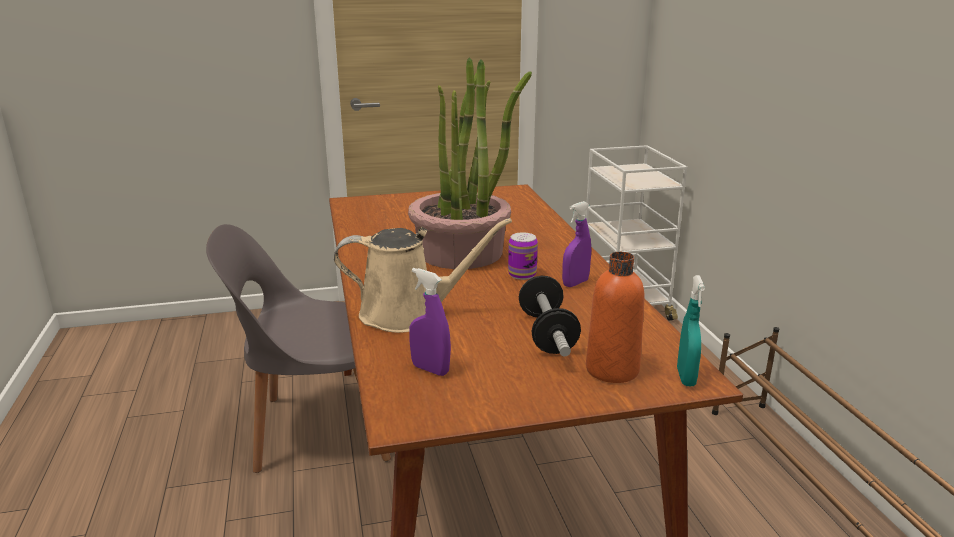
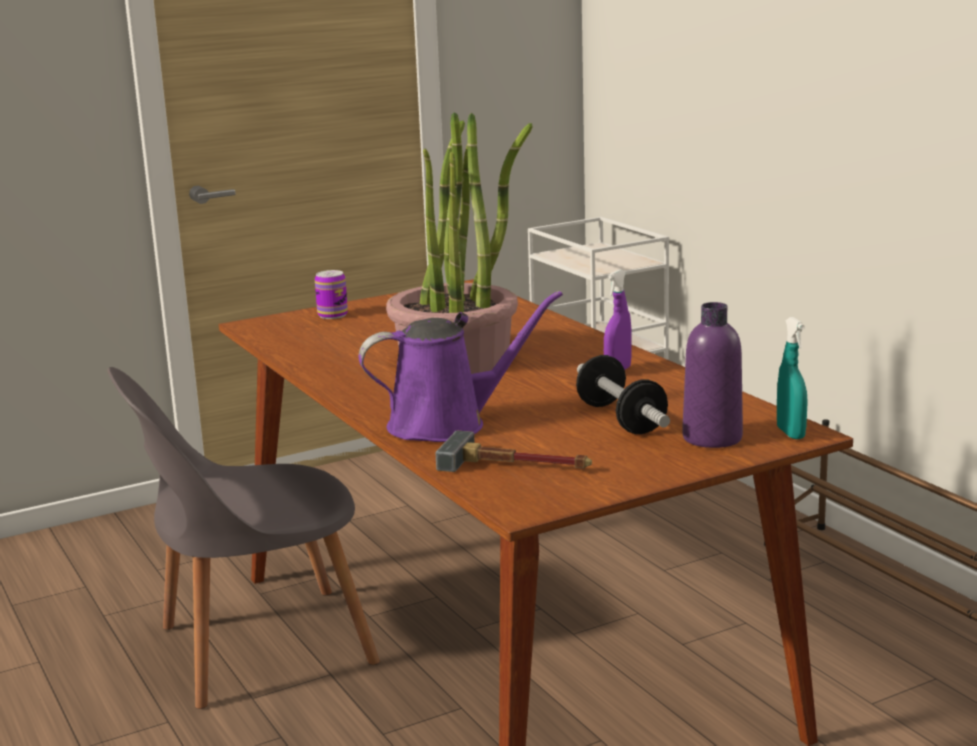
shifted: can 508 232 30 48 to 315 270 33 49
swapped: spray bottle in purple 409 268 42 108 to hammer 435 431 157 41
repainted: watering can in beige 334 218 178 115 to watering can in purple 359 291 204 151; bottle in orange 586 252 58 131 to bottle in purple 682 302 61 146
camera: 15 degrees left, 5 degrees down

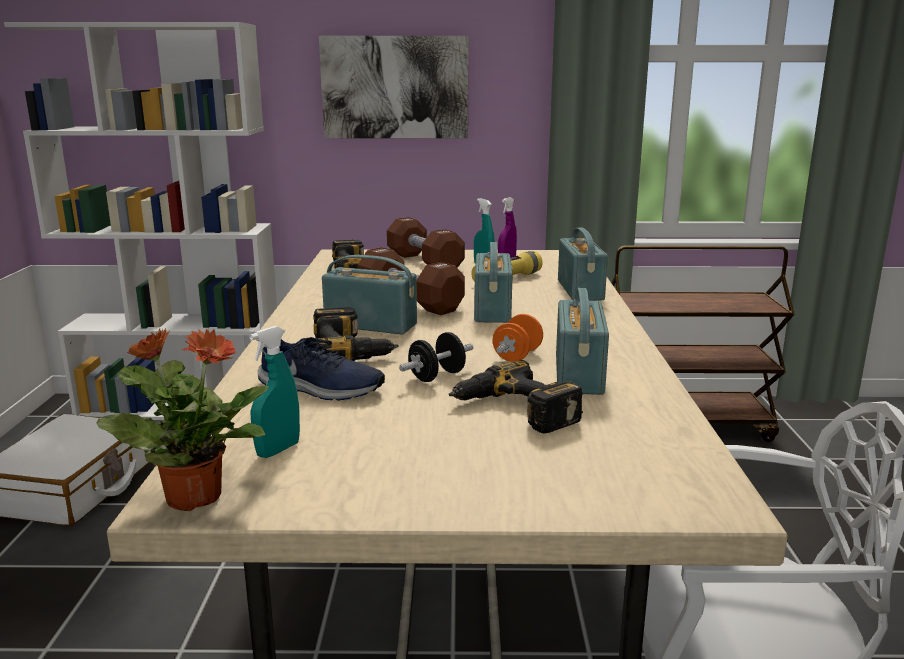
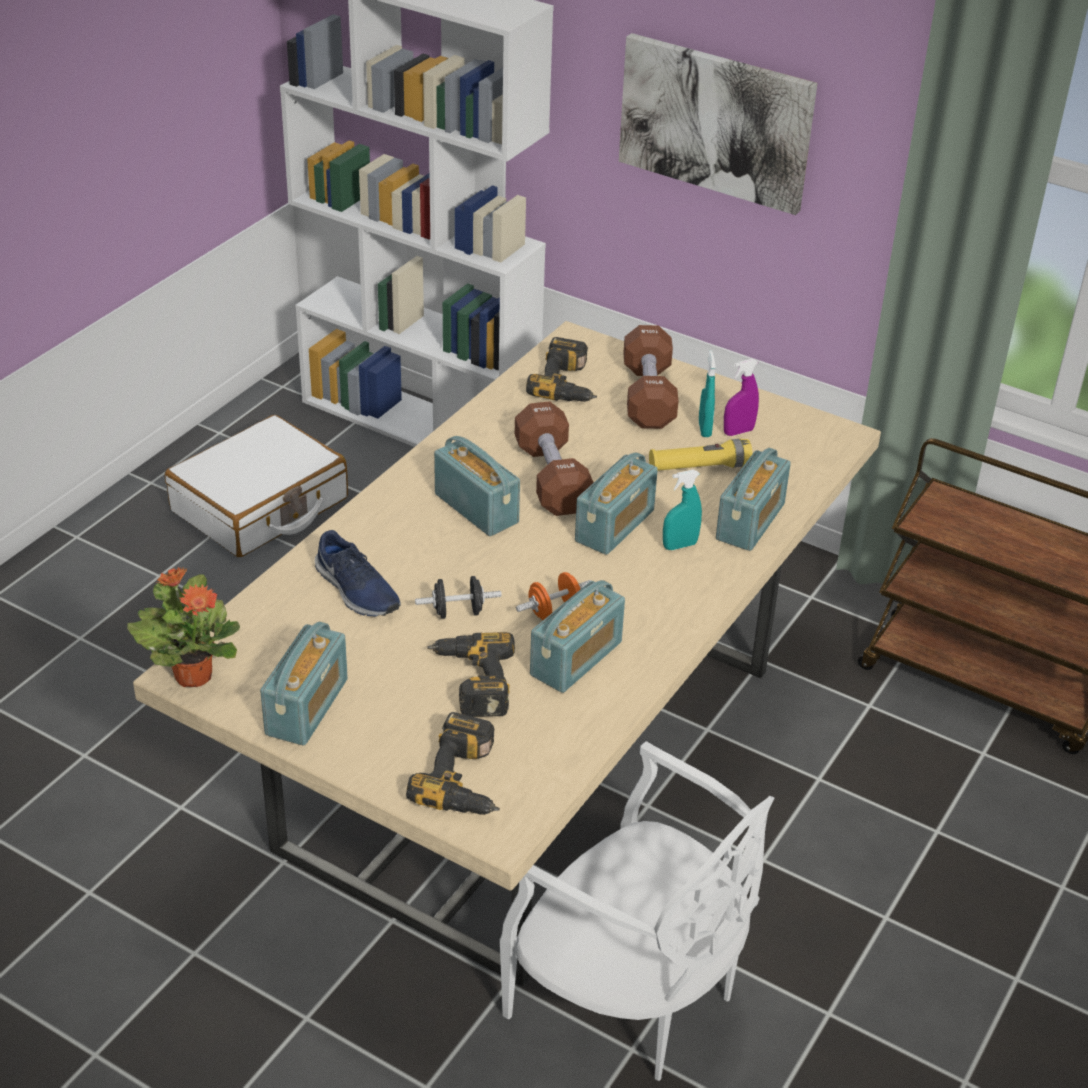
new: radio 260 622 88 124
shifted: spray bottle in turquoise 249 326 51 132 to 663 469 39 81; power drill 313 307 85 54 to 406 712 94 103
camera: 30 degrees right, 20 degrees up

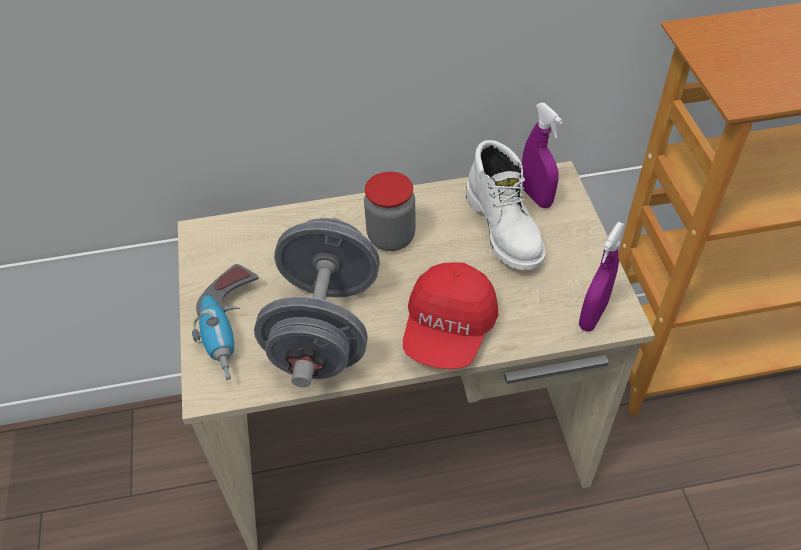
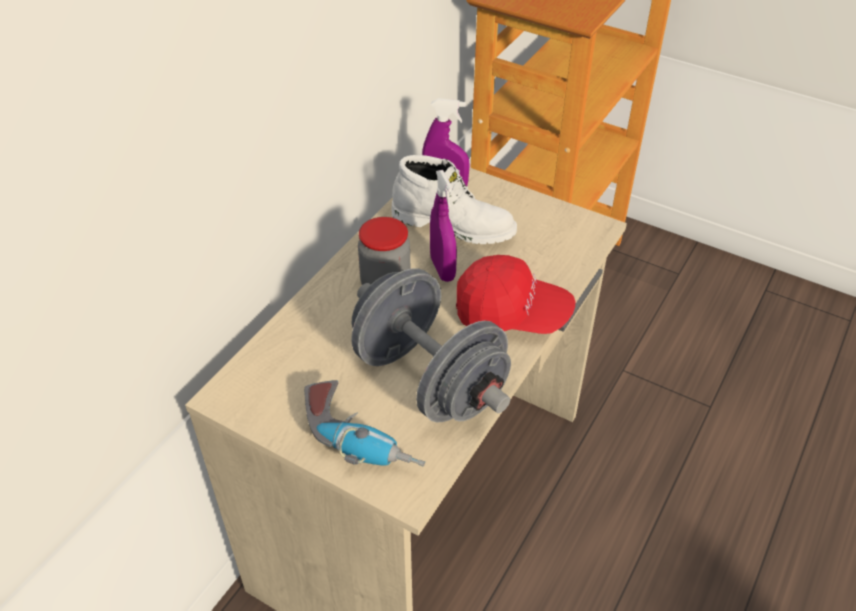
shifted: spray bottle in purple 579 222 46 110 to 430 170 27 112
rotated: cap in red 403 263 95 106 = 456 255 119 79 45 degrees counterclockwise
camera: 50 degrees left, 5 degrees down

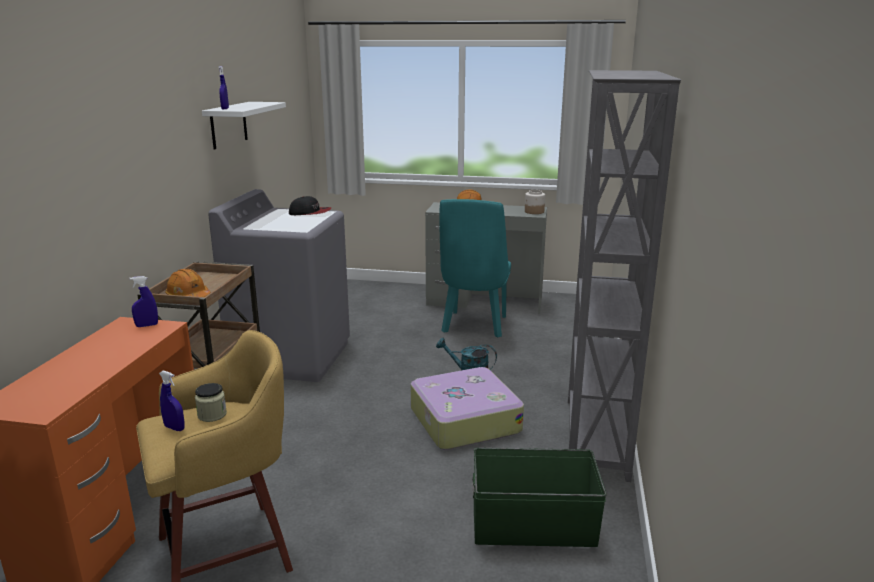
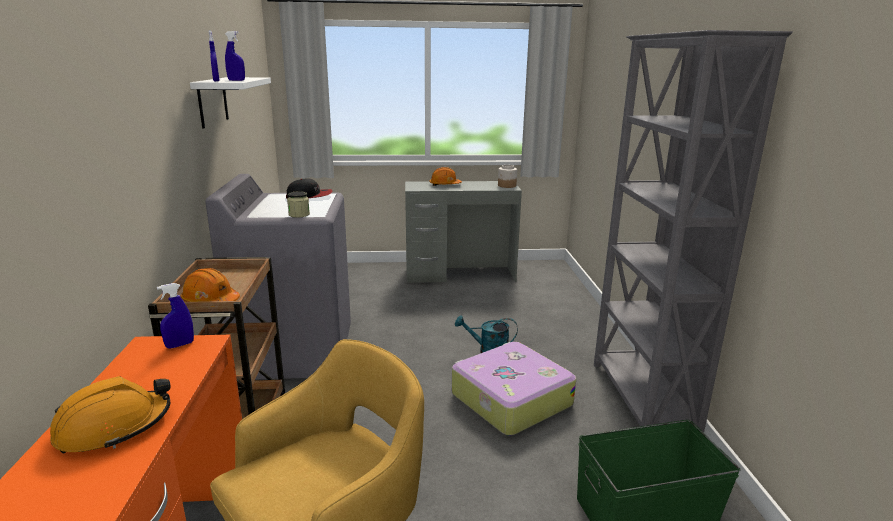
gone: chair in turquoise 439 199 72 138
new: hard hat in orange 50 376 121 78
shifted: spray bottle in blue 159 370 26 61 to 225 31 20 50; jar 195 383 32 39 to 287 191 23 27
camera: 15 degrees left, 0 degrees up

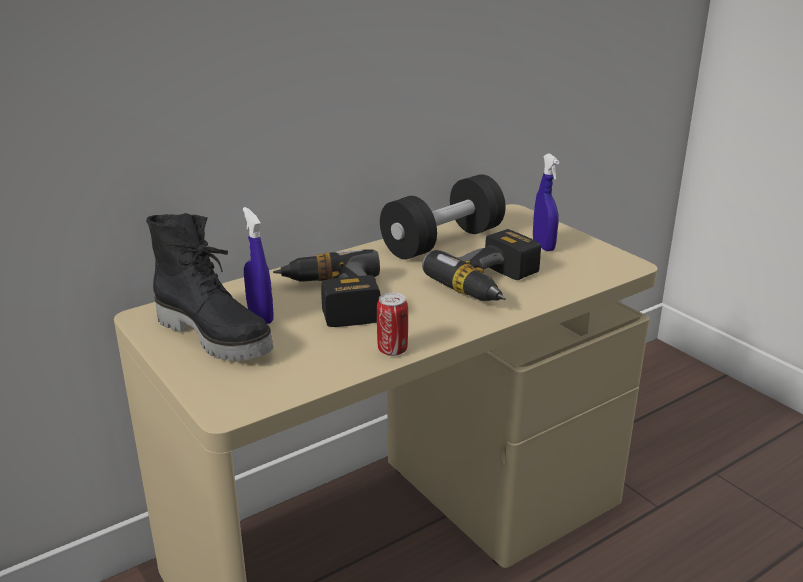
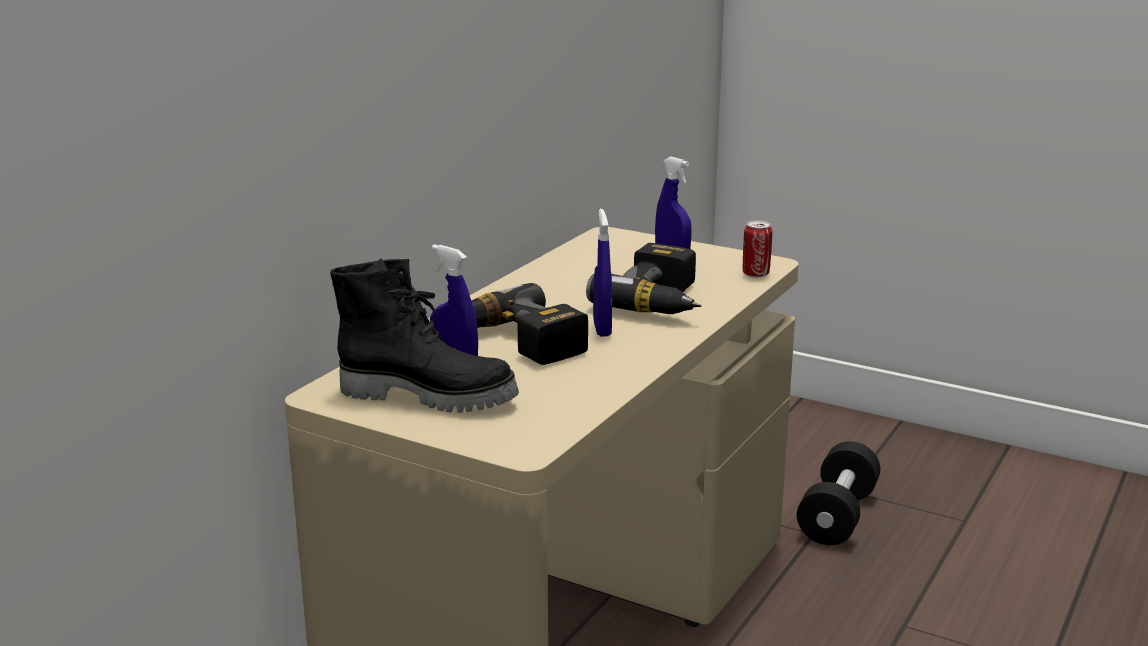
new: spray bottle in blue 593 209 19 128
shifted: can 377 292 31 64 to 743 220 29 58; dumbbell in black 380 174 126 86 to 797 441 83 104
camera: 25 degrees left, 5 degrees down

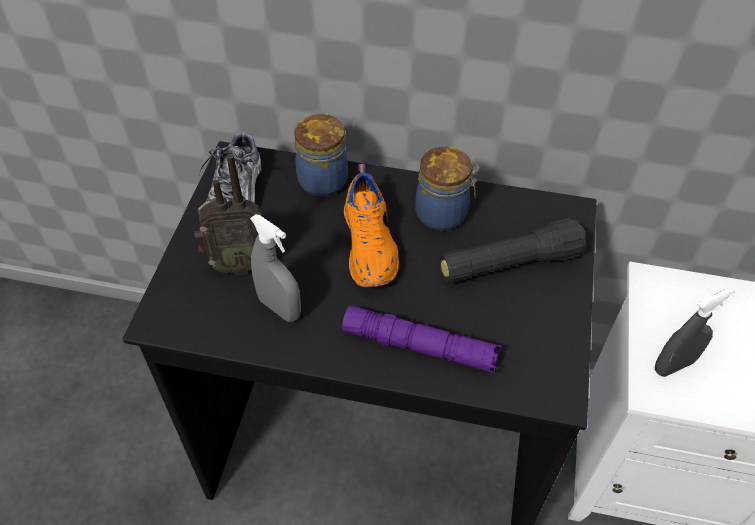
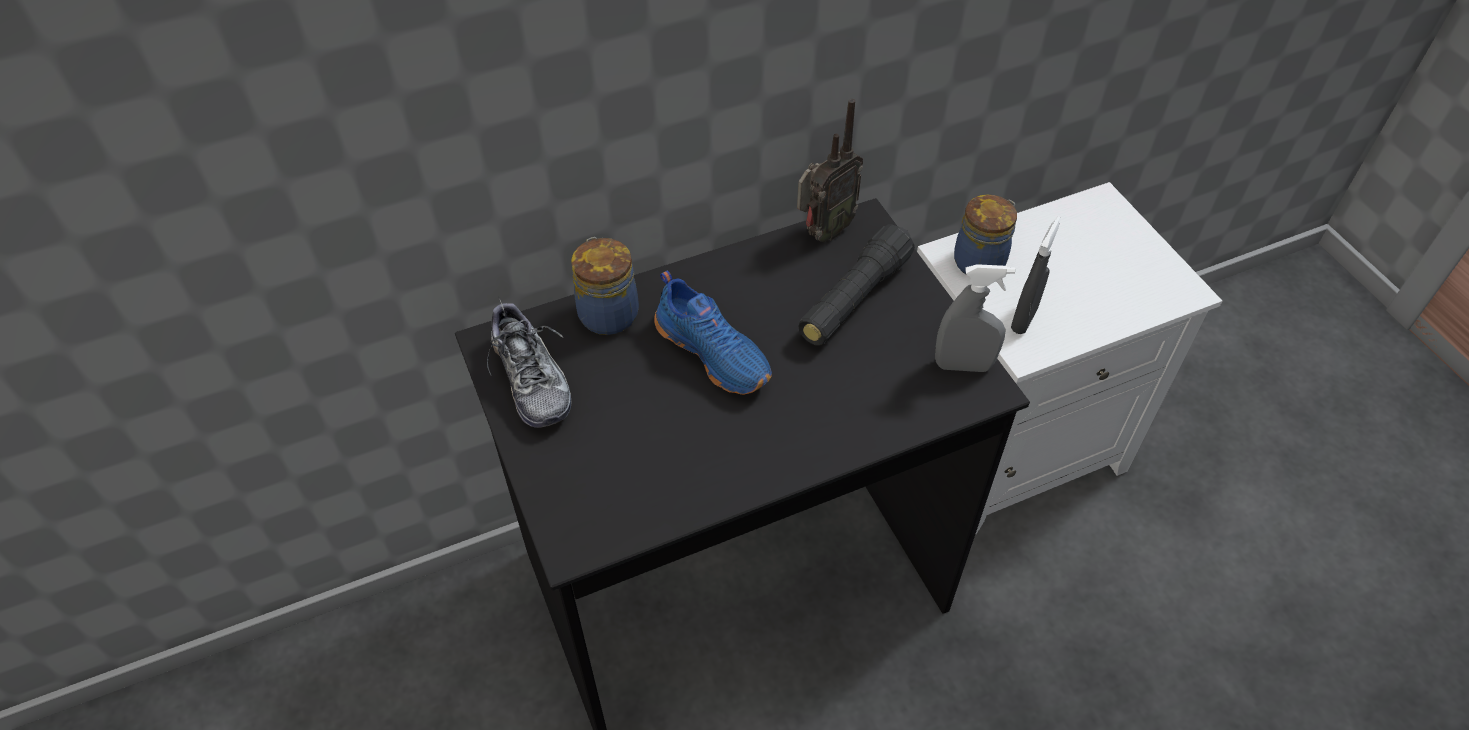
gone: flashlight in purple 342 305 159 68
shifted: radio 194 154 68 121 to 797 99 66 143; spray bottle in grey 250 214 51 108 to 935 264 80 108; jar 415 147 64 84 to 954 195 63 80
repainted: shoe in orange 344 164 55 123 to shoe in blue 654 270 118 125
camera: 35 degrees left, 0 degrees up

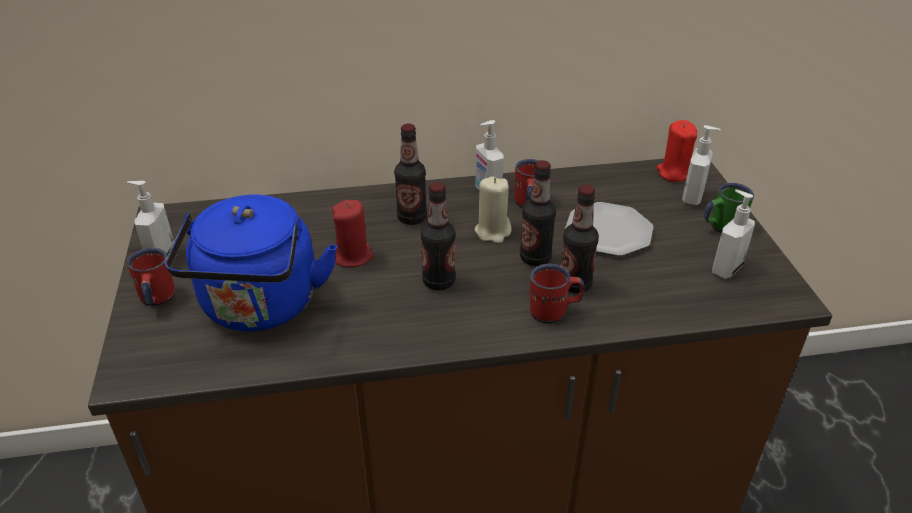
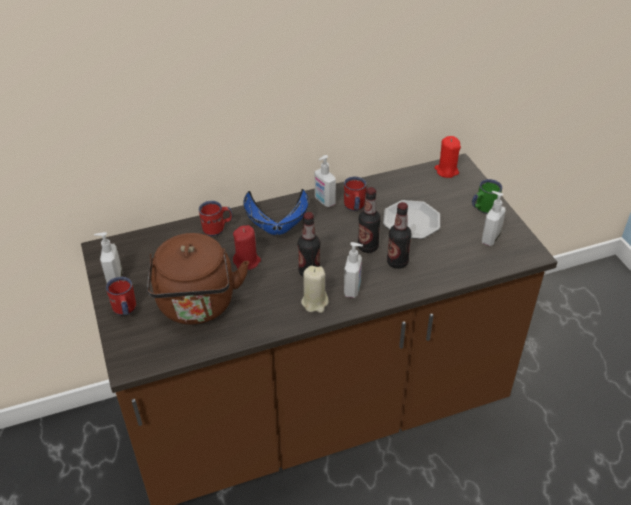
shifted: candle in beige 475 177 37 66 to 301 265 28 48; mug in red 530 264 55 59 to 199 201 34 35; soap dispenser 682 125 39 80 to 344 242 19 56
swapped: bottle 394 123 33 102 to bowl in blue 243 189 66 46
repainted: kettle in blue 165 194 172 137 to kettle in brown 147 233 102 92
camera: 10 degrees left, 5 degrees up

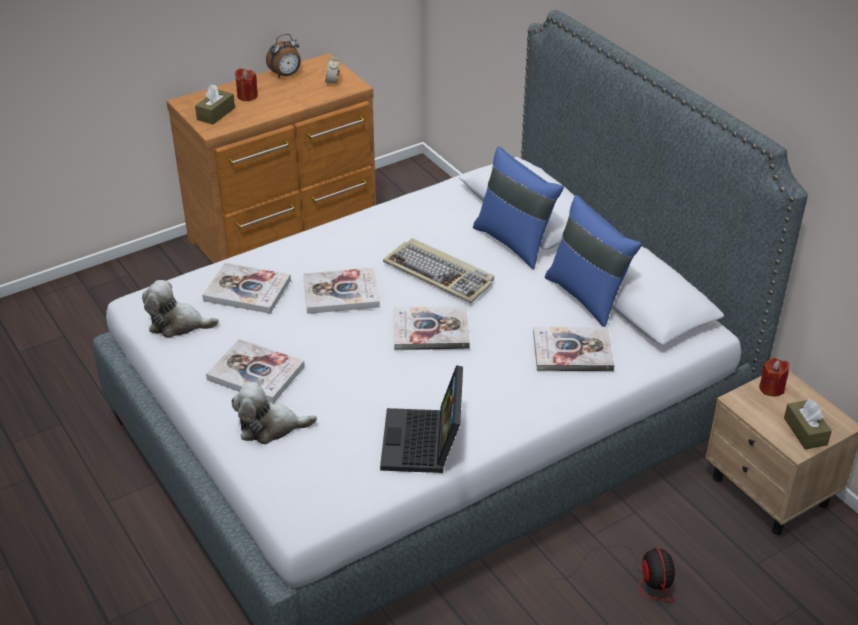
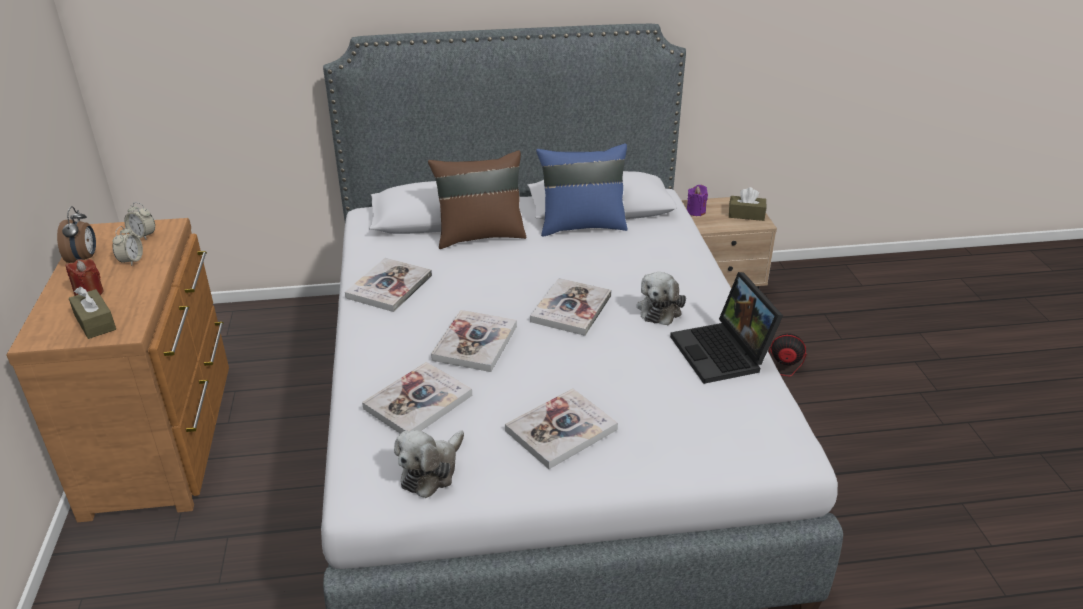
gone: keyboard 383 238 111 65
new: alarm clock 112 226 31 40
shifted: plush toy 231 382 86 62 to 637 272 49 53; book 533 327 82 44 to 345 258 87 54
repainted: pillow in blue 473 147 91 122 to pillow in brown 428 150 98 99; candle in red 759 358 30 39 to candle in purple 687 185 21 31
rotated: laptop 380 365 83 108 = 670 272 113 112 45 degrees clockwise
camera: 65 degrees left, 5 degrees down

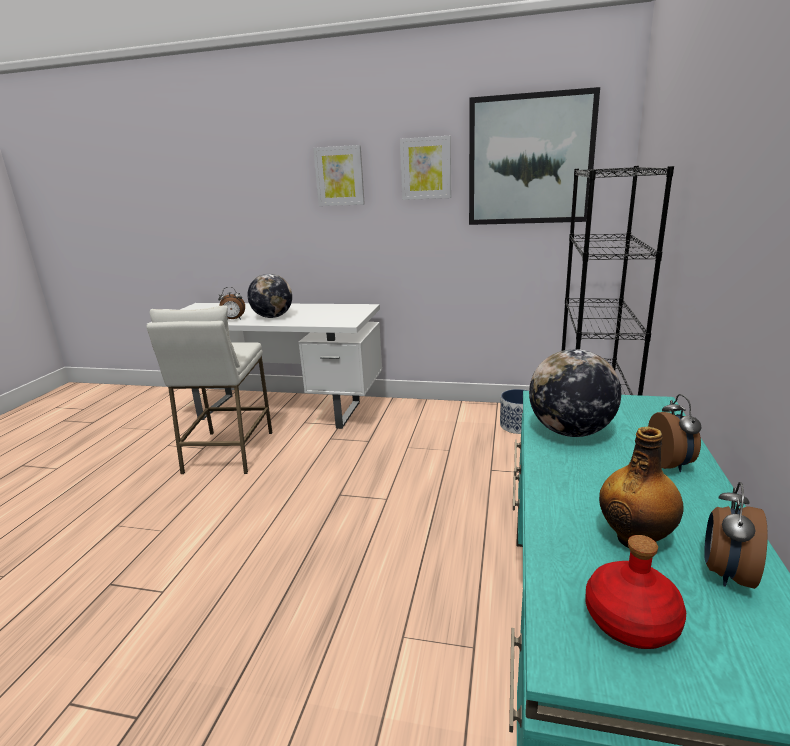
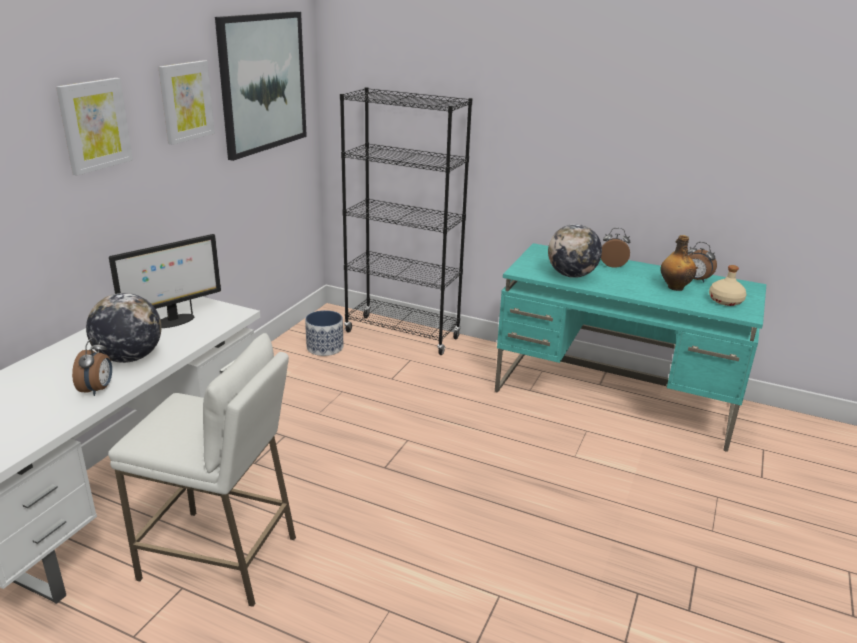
new: monitor 109 234 112 94
repainted: bottle in red 586 535 100 114 to bottle in beige 709 265 37 41
camera: 80 degrees left, 5 degrees up

